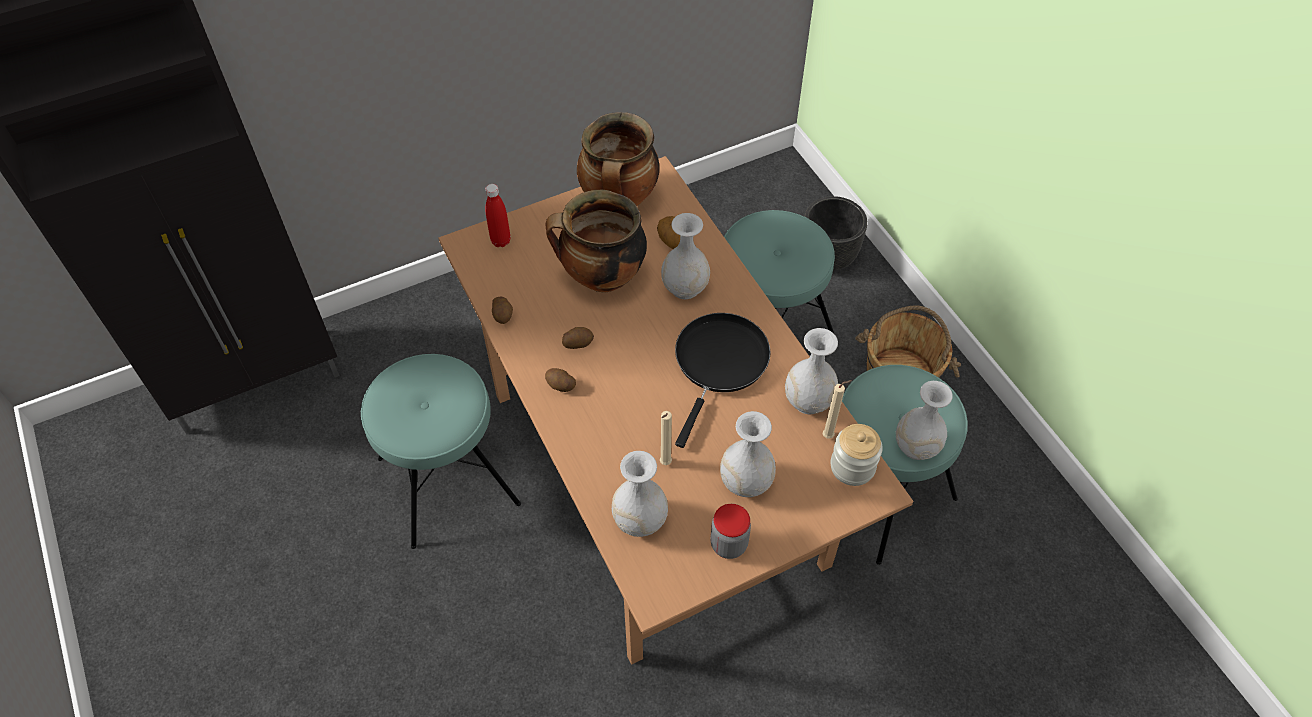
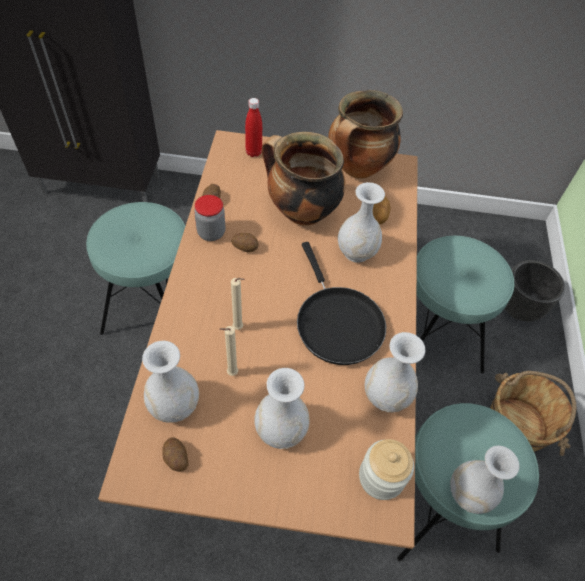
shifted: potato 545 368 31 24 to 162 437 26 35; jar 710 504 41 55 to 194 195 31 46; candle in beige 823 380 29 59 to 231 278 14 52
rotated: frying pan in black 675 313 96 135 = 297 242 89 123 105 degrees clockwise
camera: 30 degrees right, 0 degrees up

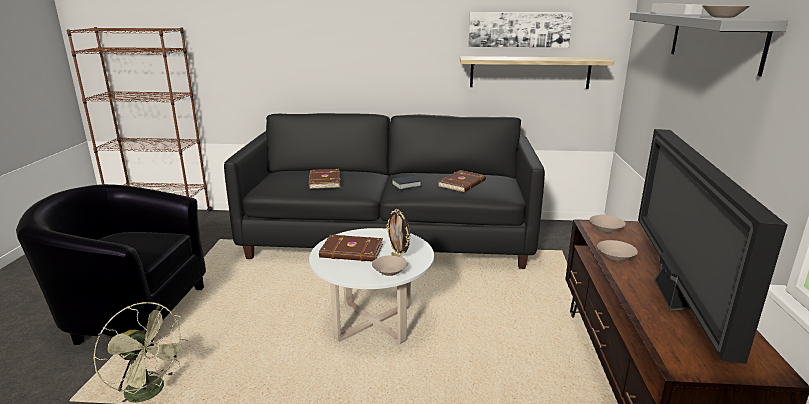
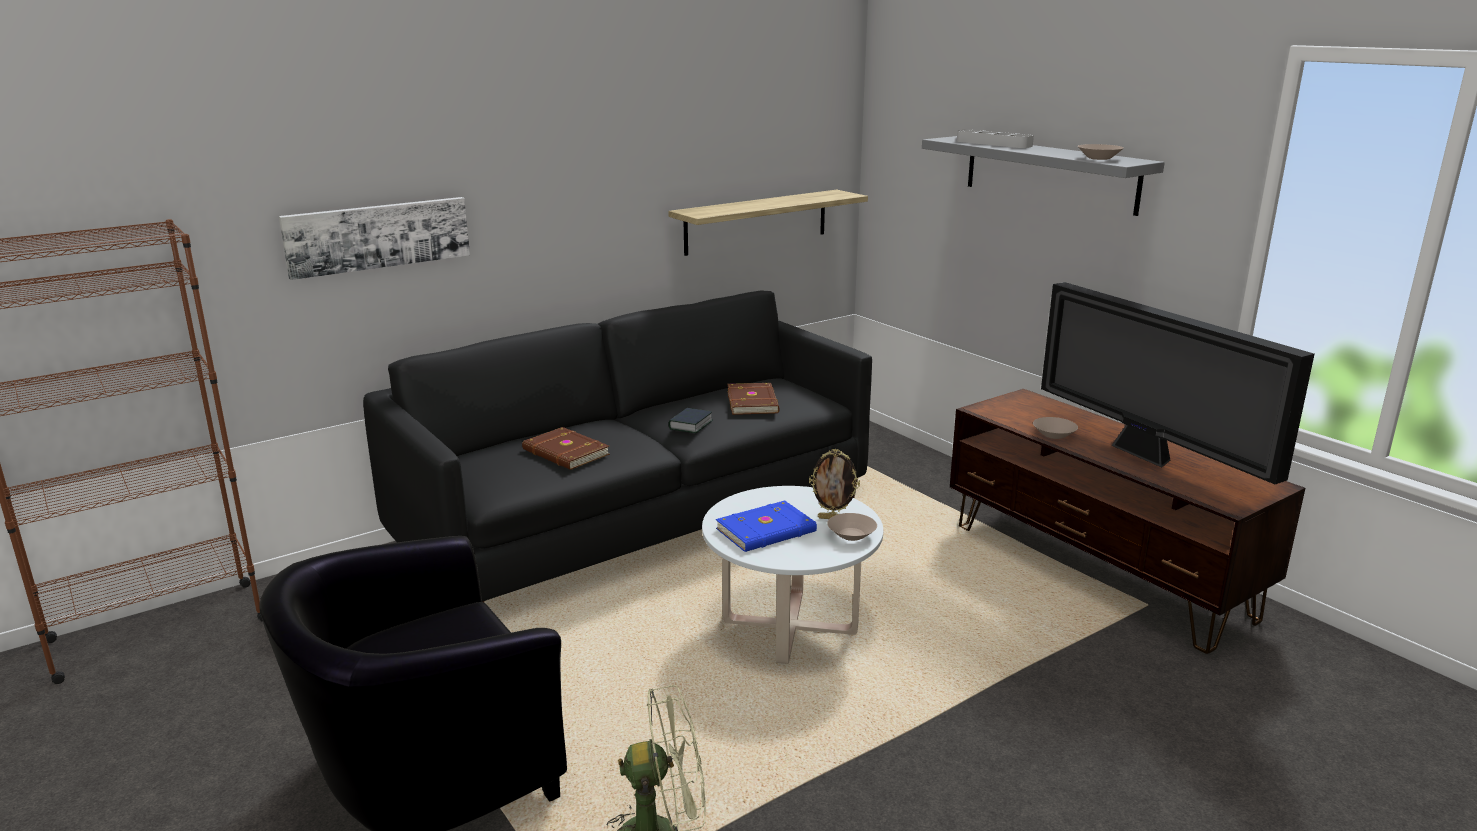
gone: bowl in beige 590 215 36 17
shifted: picture 468 12 105 36 to 279 197 191 83
repainted: book in brown 319 235 64 27 to book in blue 716 501 101 51
camera: 40 degrees left, 0 degrees up

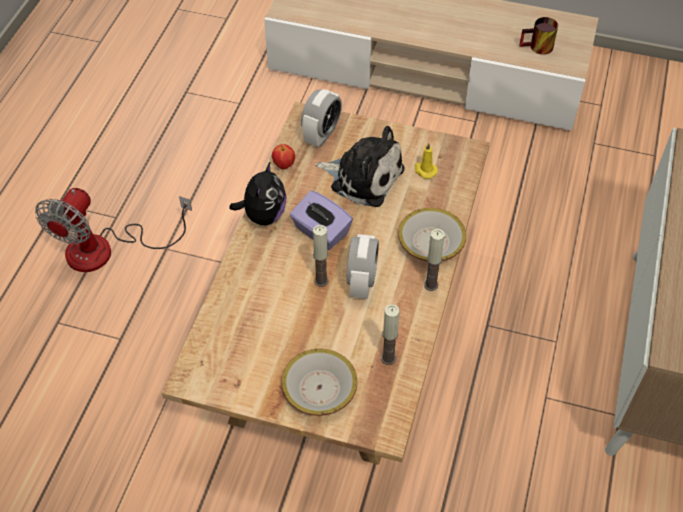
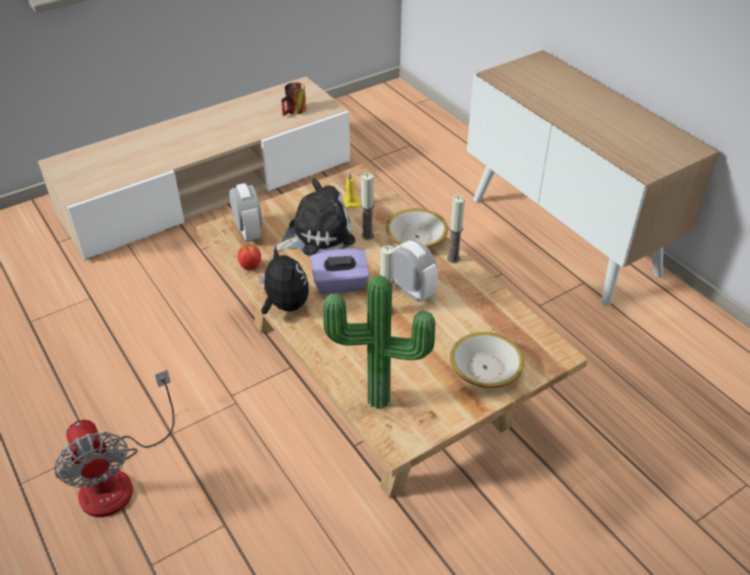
new: potted plant 323 275 112 134
shifted: candle 381 304 19 61 to 361 173 13 67
camera: 50 degrees left, 10 degrees down

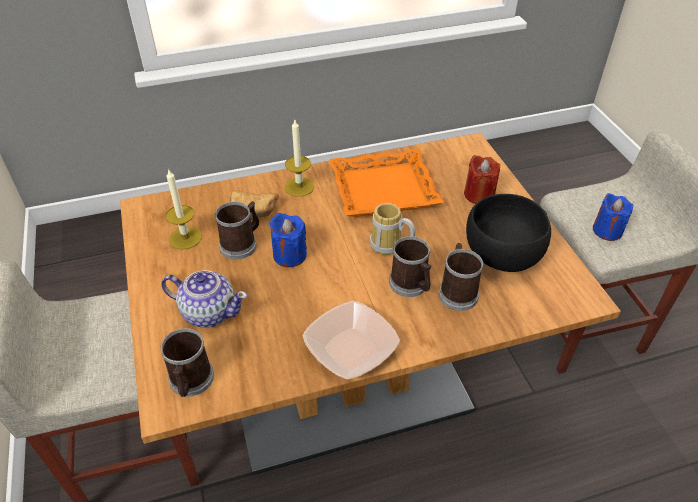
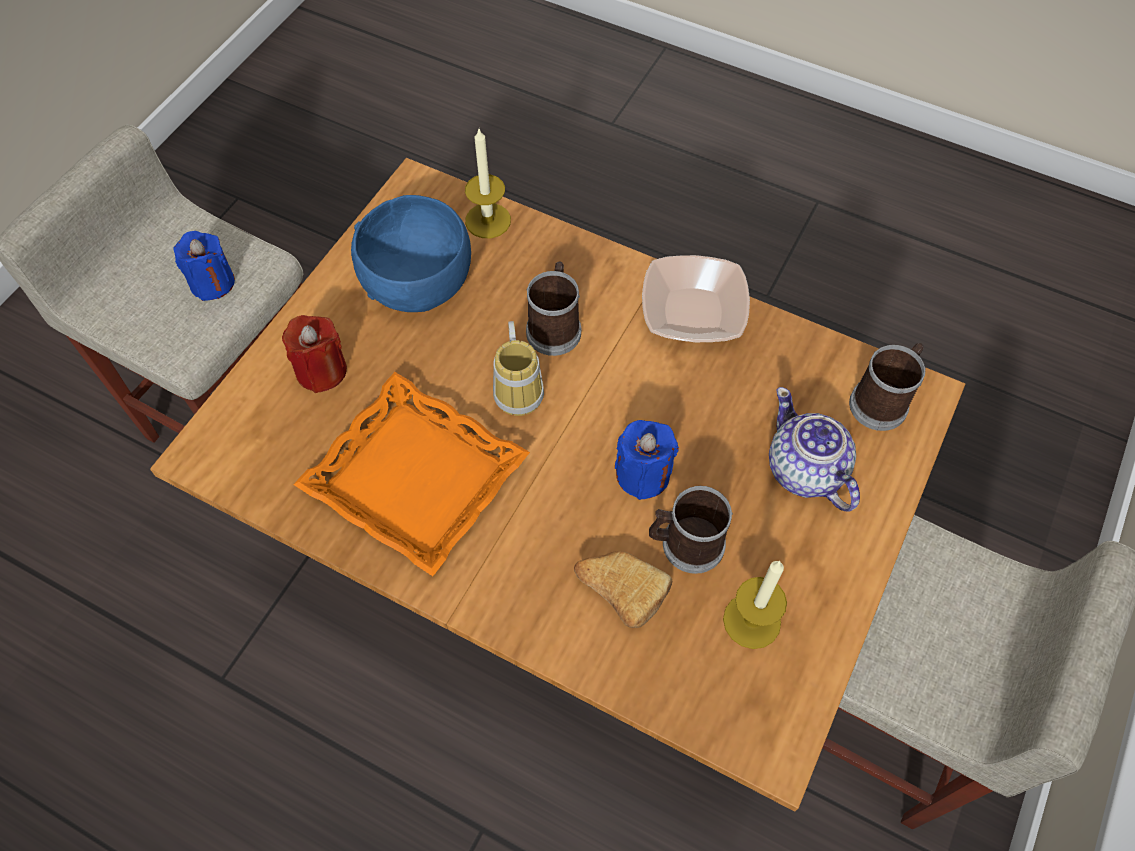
gone: mug 439 243 44 68
shifted: candle 285 120 29 77 to 465 129 46 109
repainted: bowl in black 466 194 85 78 to bowl in blue 351 195 120 117
camera: 135 degrees left, 15 degrees up

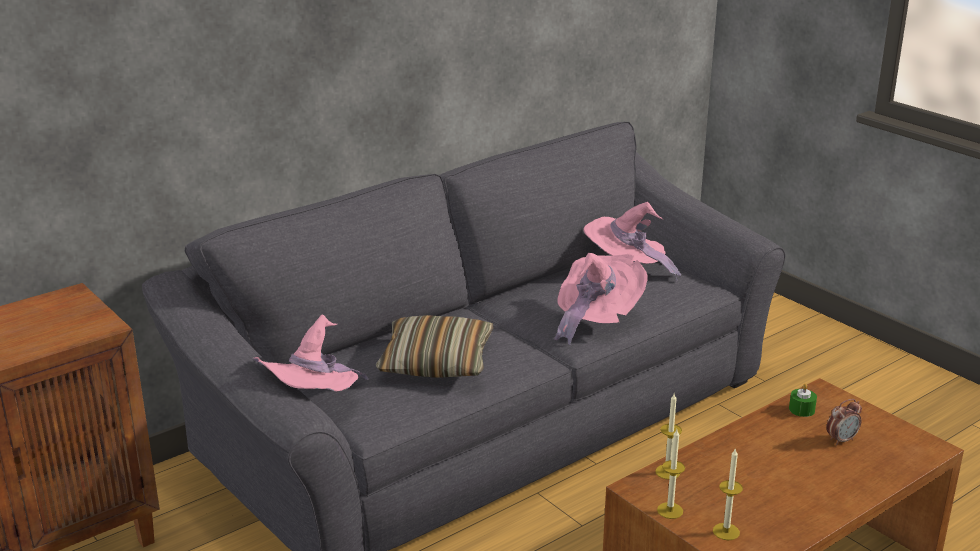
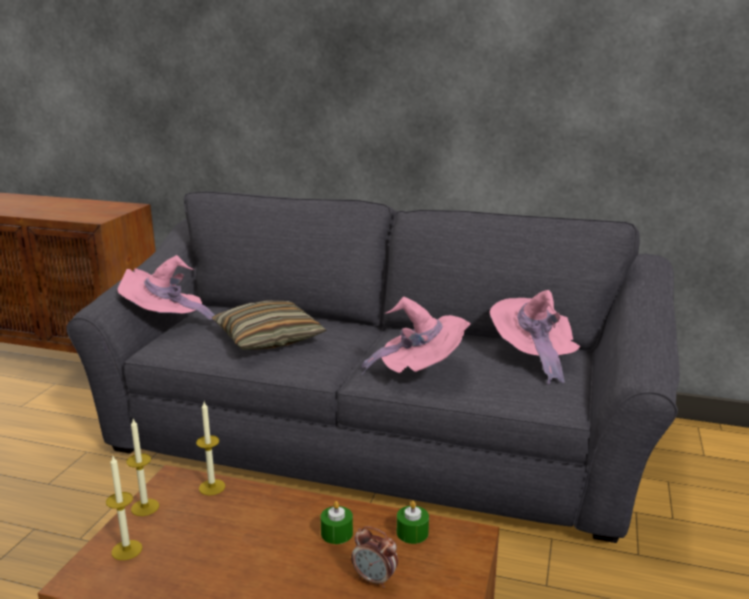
new: candle in green 320 501 33 43
camera: 55 degrees right, 5 degrees down

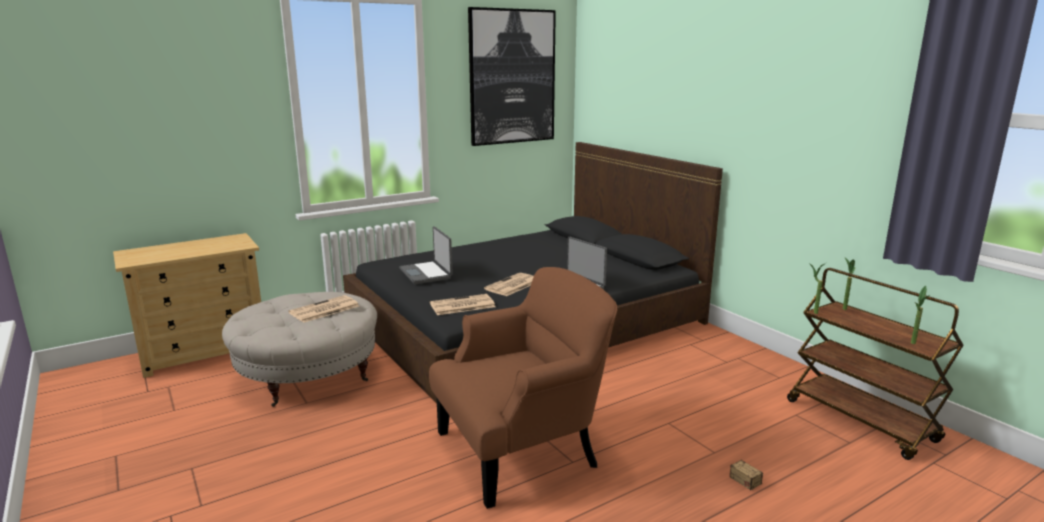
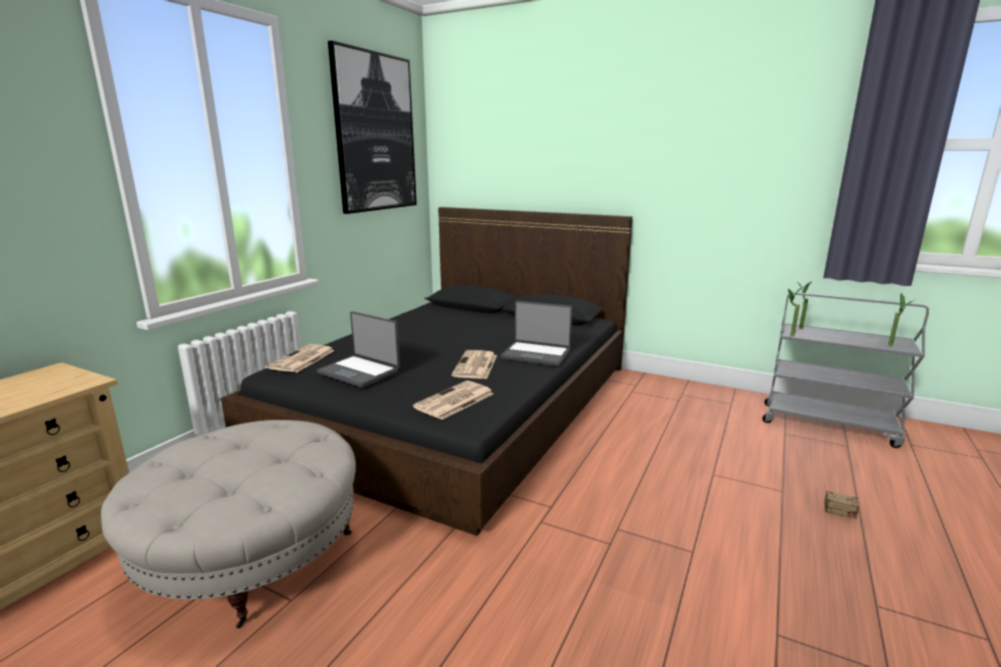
gone: armchair in brown 429 267 188 242
shifted: newspaper 289 295 70 28 to 267 344 68 28
repainted: cart in brown 787 268 177 192 to cart in grey 762 292 167 156
camera: 30 degrees left, 0 degrees up

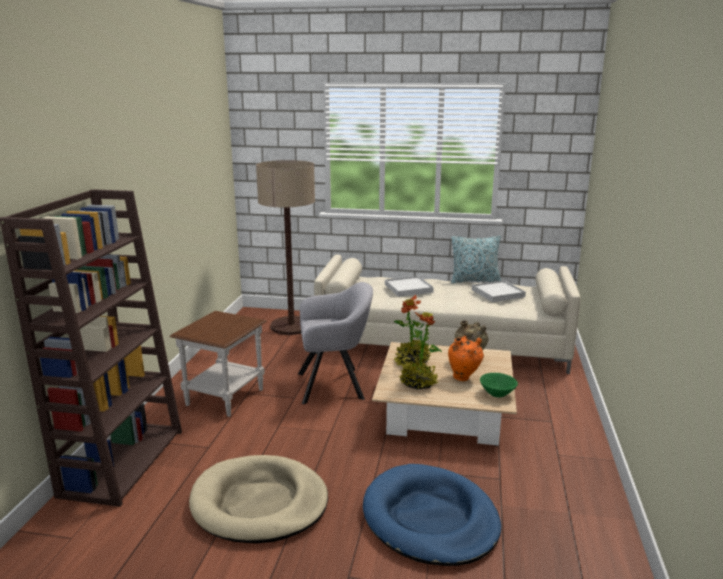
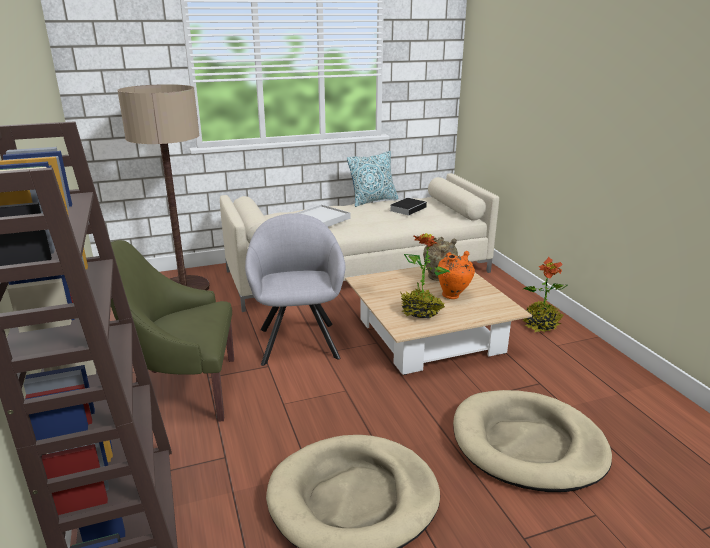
gone: bowl in green 480 373 38 24
shifted: potted plant 393 295 38 70 to 522 257 45 75
swapped: side table in brown 169 311 98 106 to armchair in green 111 240 123 182; tray in white 472 280 54 22 to book 390 198 37 17
repainted: dog bed in blue 363 464 138 102 to dog bed in beige 453 390 159 102
rotated: armchair in grey 298 282 75 122 = 245 213 100 153 60 degrees counterclockwise
camera: 30 degrees left, 5 degrees up

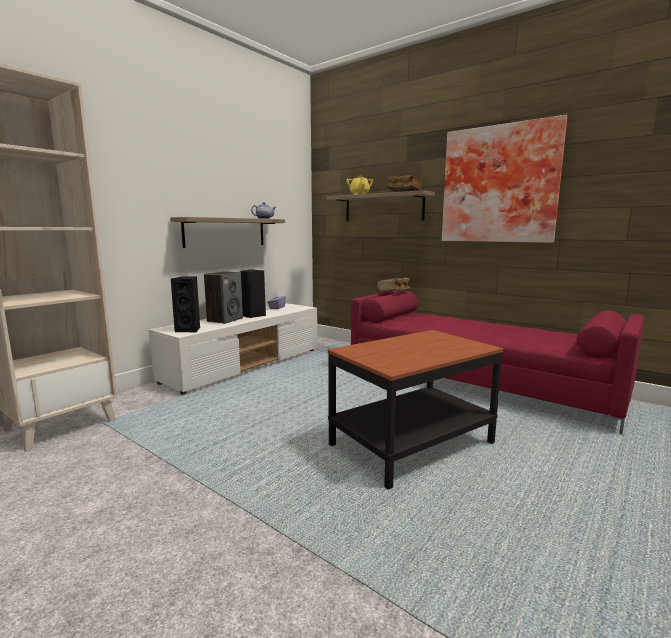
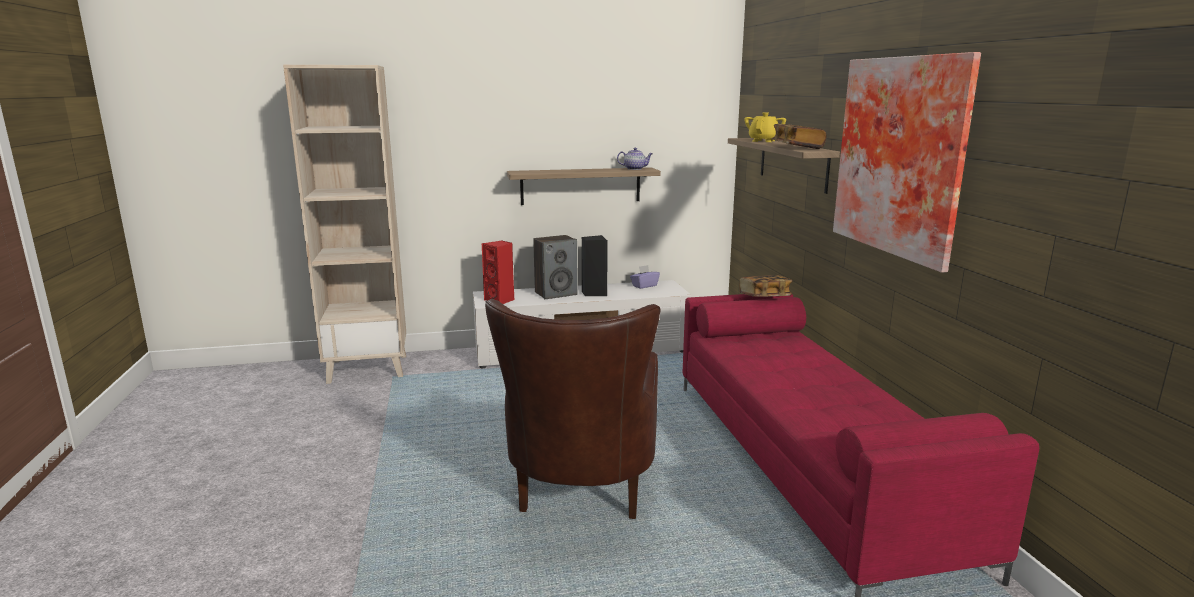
swapped: side table 328 330 175 160 to armchair in brown 485 299 175 220
repainted: speaker in black 171 276 29 56 to speaker in red 482 240 33 64
camera: 40 degrees right, 5 degrees up

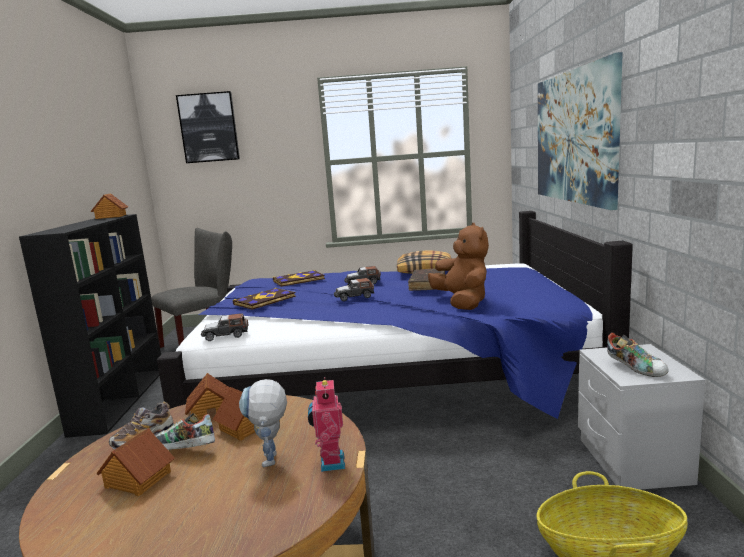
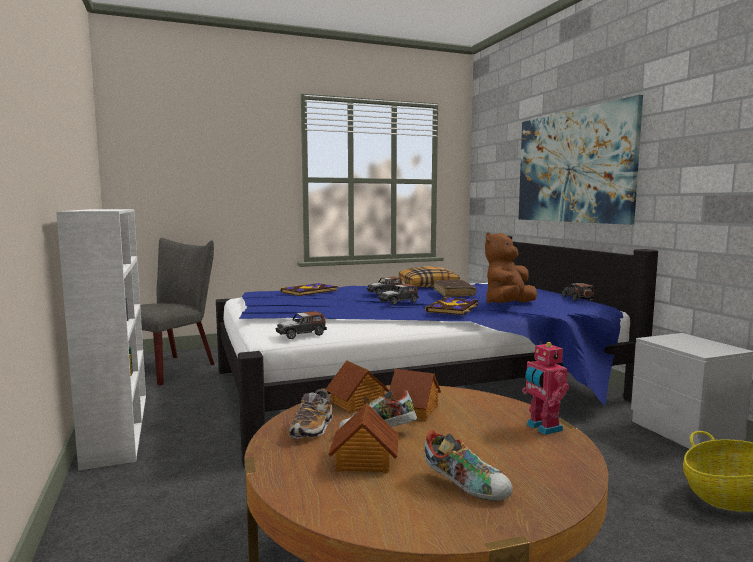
gone: toy house 91 193 37 26; picture 176 91 64 72; toy robot 239 379 48 88
new: toy car 561 283 33 18
shifted: book 233 288 63 22 to 425 297 54 18; shoe 607 333 62 44 to 424 430 89 71
repainted: bookcase in black 19 214 142 224 to bookcase in white 56 209 90 262
rotated: plush toy in brown 428 223 61 87 = 485 232 52 71 105 degrees counterclockwise
camera: 20 degrees left, 5 degrees down

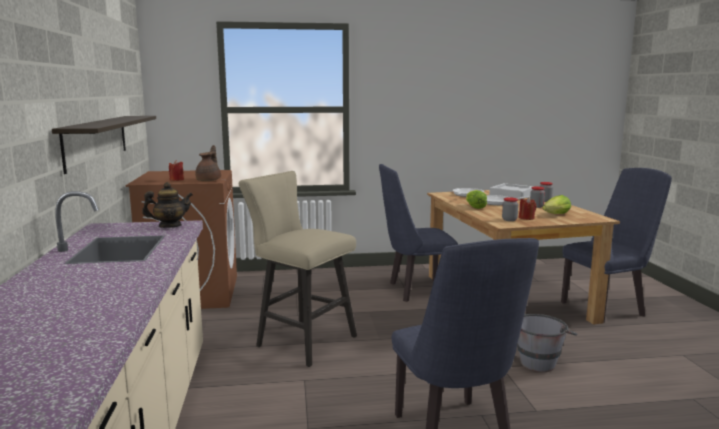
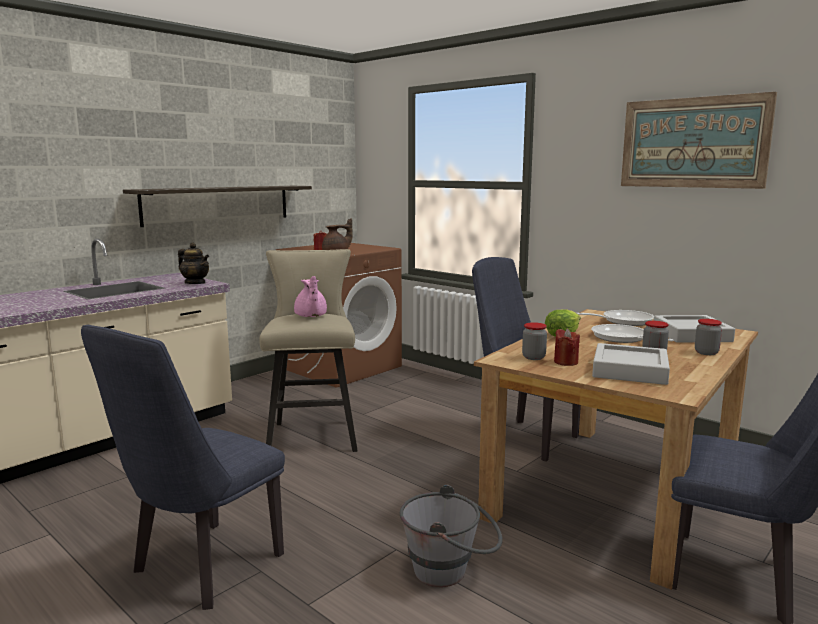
new: teapot in pink 294 276 33 41; picture 621 92 156 97
swapped: lettuce 542 195 29 19 to tray in grey 592 343 78 42
camera: 50 degrees right, 0 degrees up

